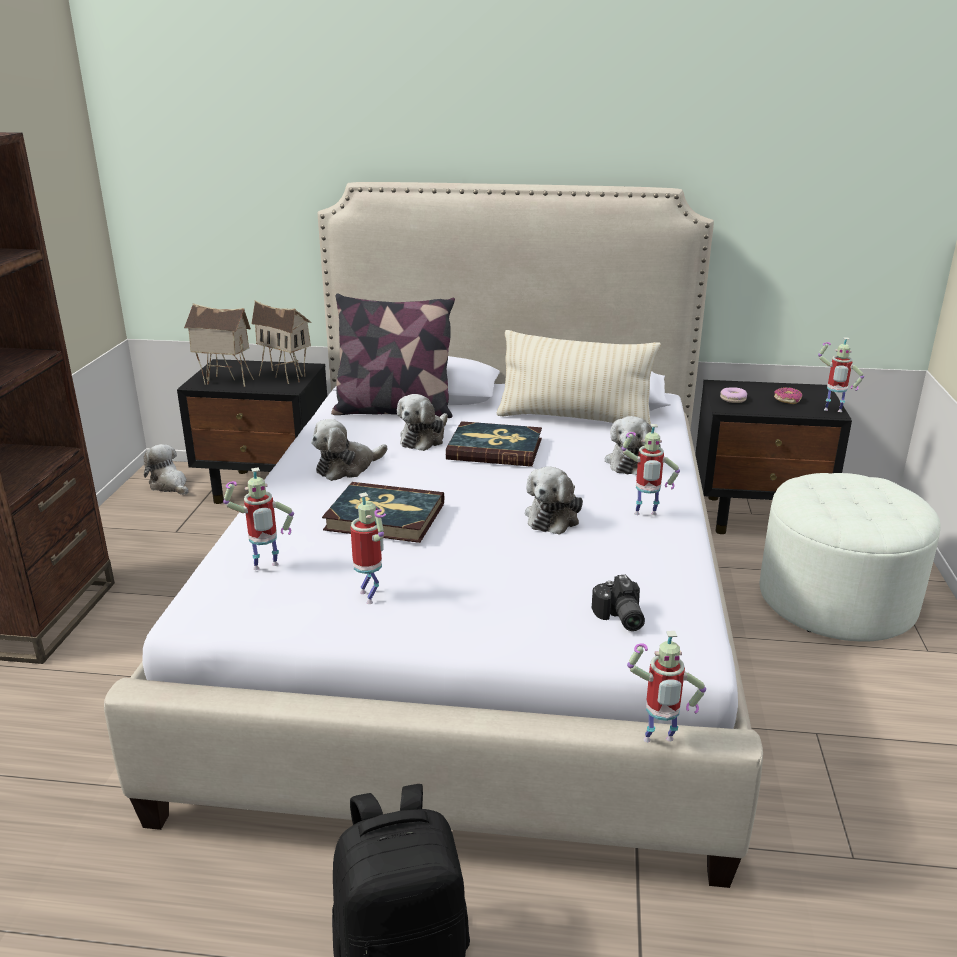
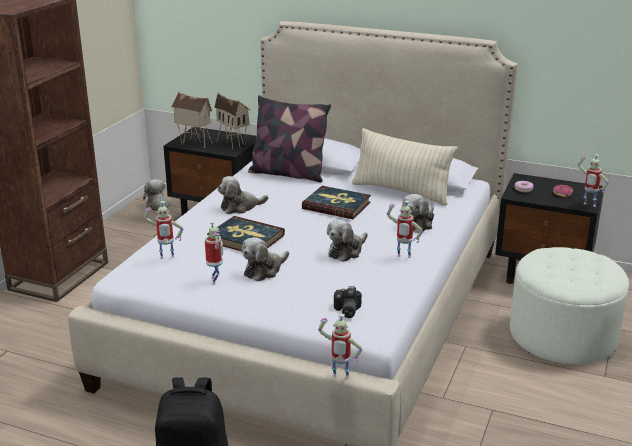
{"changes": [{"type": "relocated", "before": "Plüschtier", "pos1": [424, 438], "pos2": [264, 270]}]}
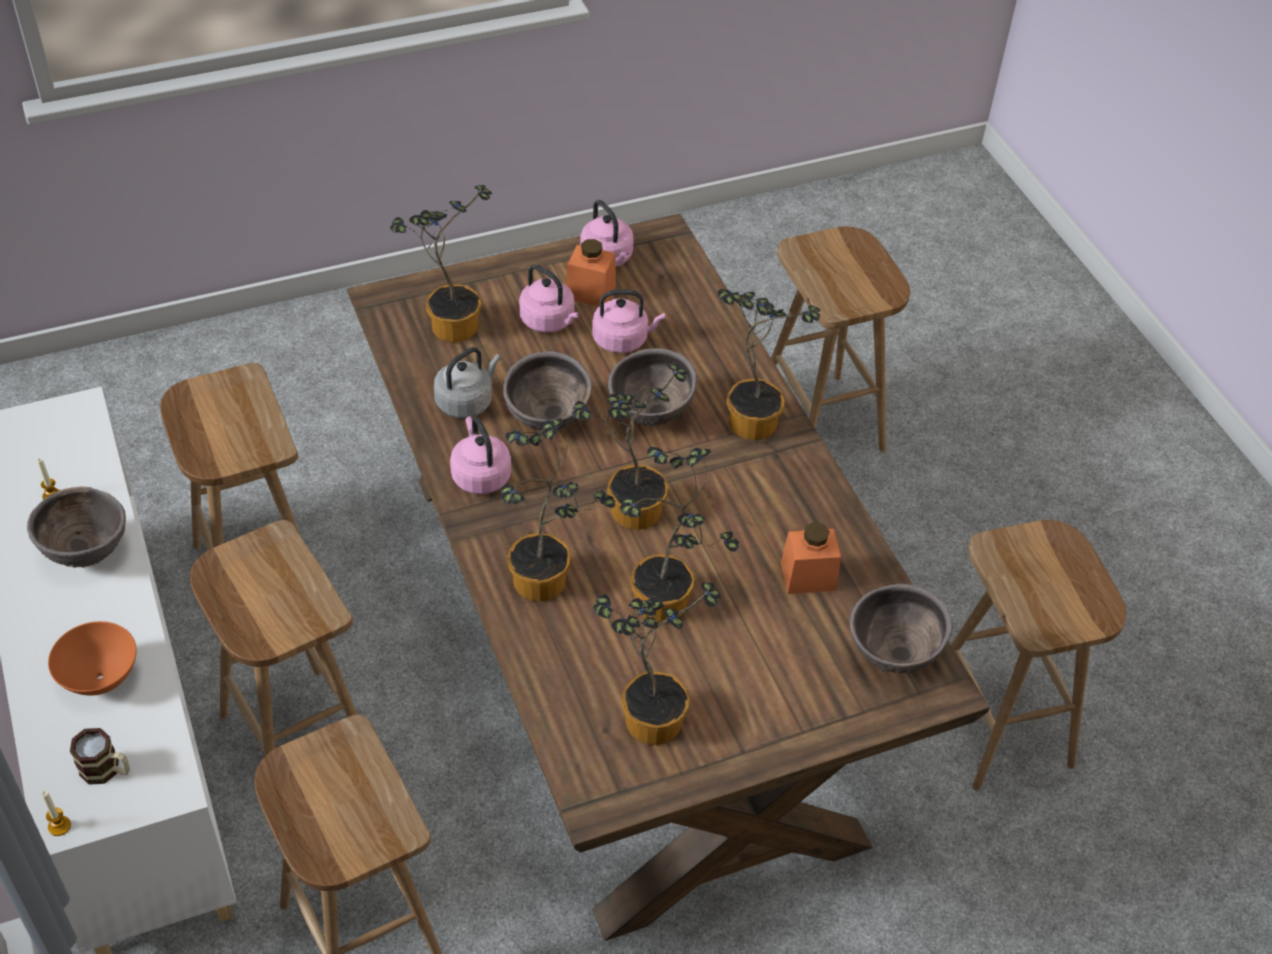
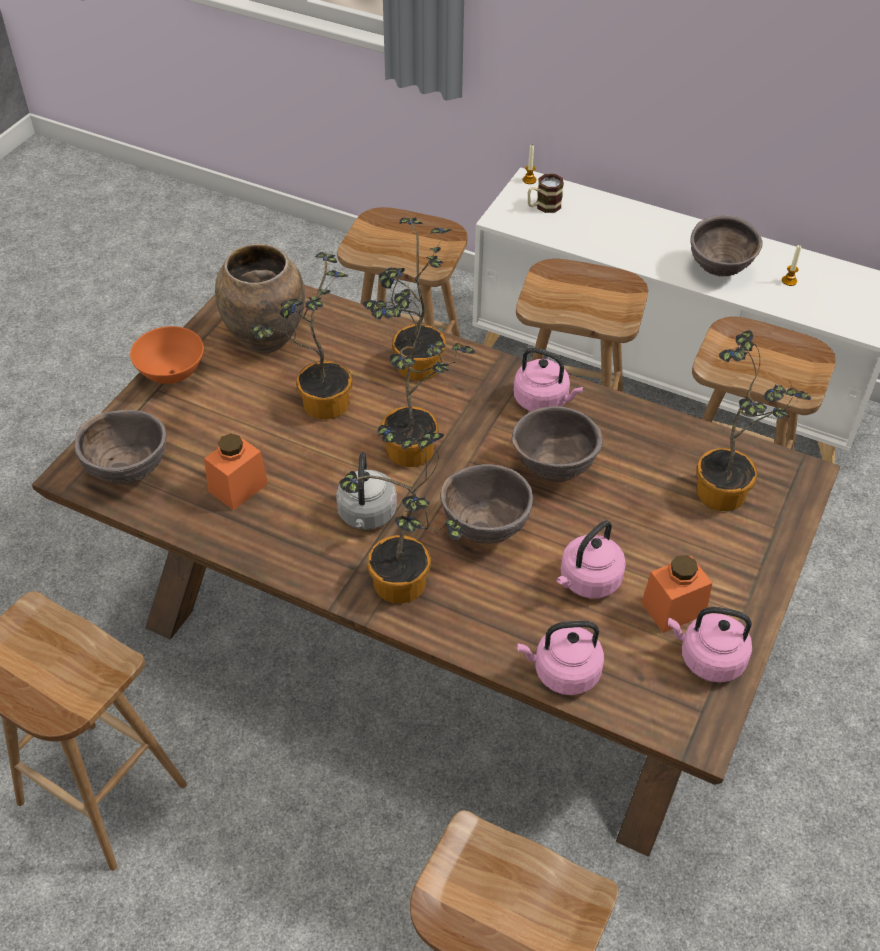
{"changes": [{"type": "relocated", "before": "Schüssel [orange]", "pos1": [101, 679], "pos2": [171, 375]}, {"type": "relocated", "before": "Wasserkessel [grau]", "pos1": [466, 401], "pos2": [367, 515]}, {"type": "relocated", "before": "Wasserkessel [rosa]", "pos1": [549, 321], "pos2": [563, 672]}, {"type": "exchanged", "before": "Topfpflanze", "after": "Vase [braun]", "pos1": [647, 715], "pos2": [266, 339]}]}
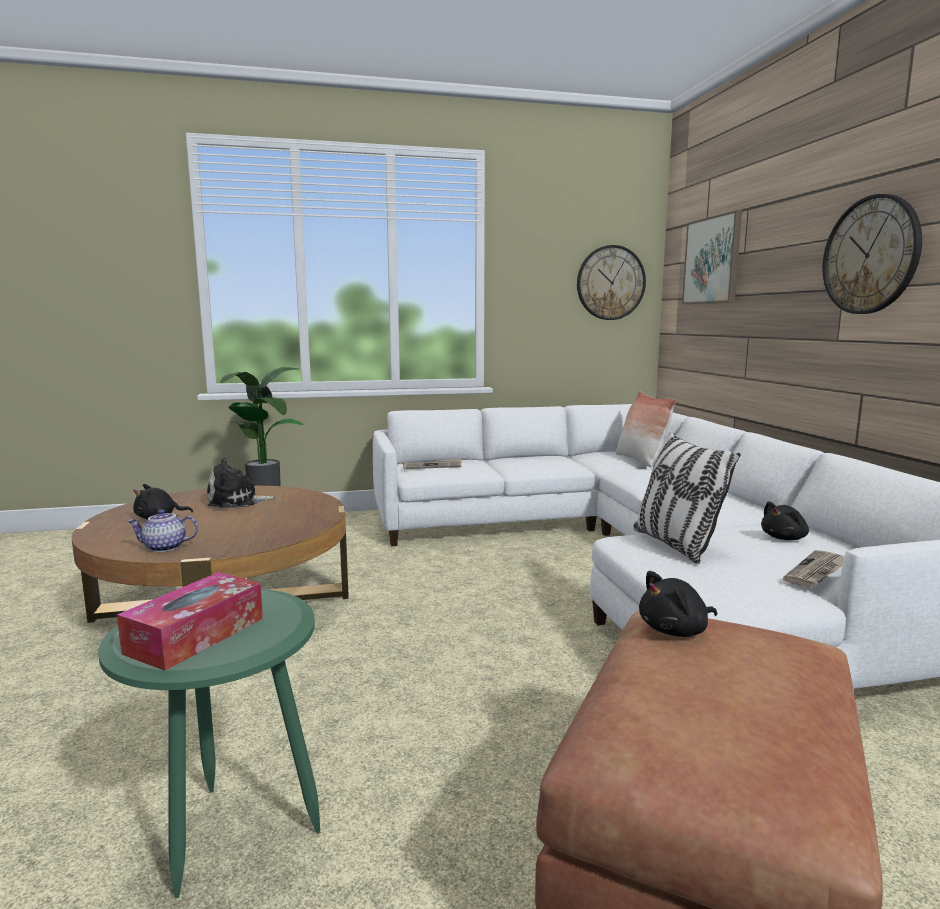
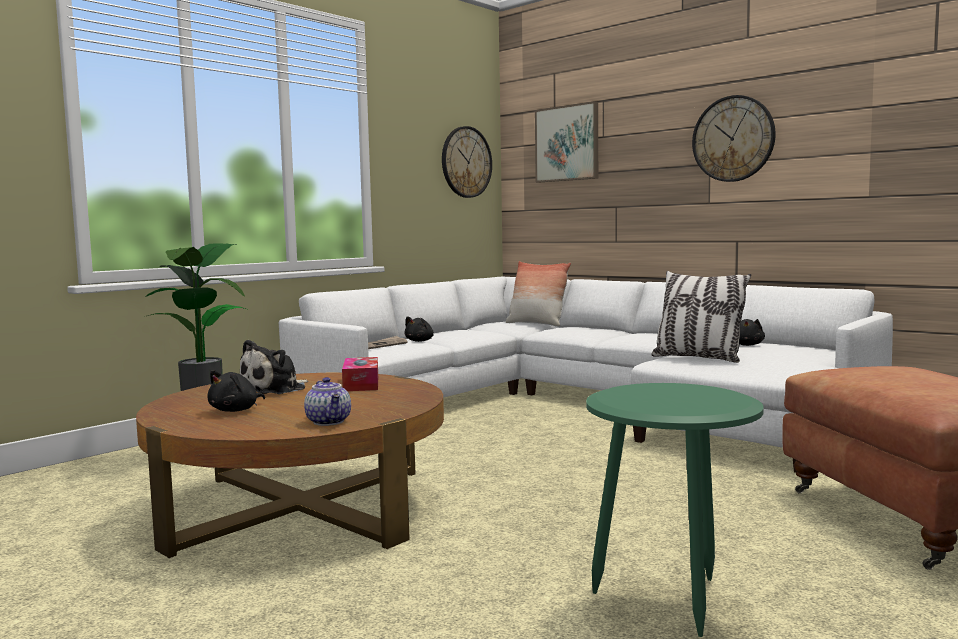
{"changes": [{"type": "missing", "before": "Zeitung", "pos1": [817, 572]}, {"type": "relocated", "before": "Taschentuchbox", "pos1": [196, 635], "pos2": [361, 384]}, {"type": "relocated", "before": "Plüschtier [schwarz]", "pos1": [676, 631], "pos2": [420, 341]}, {"type": "spun", "before": "Teekanne", "pos1": [164, 548], "pos2": [329, 422], "turn": -75}]}
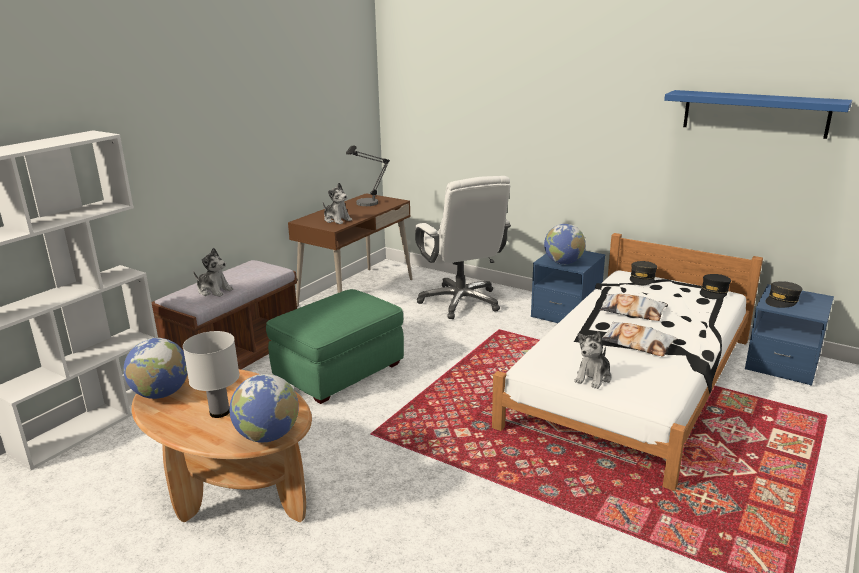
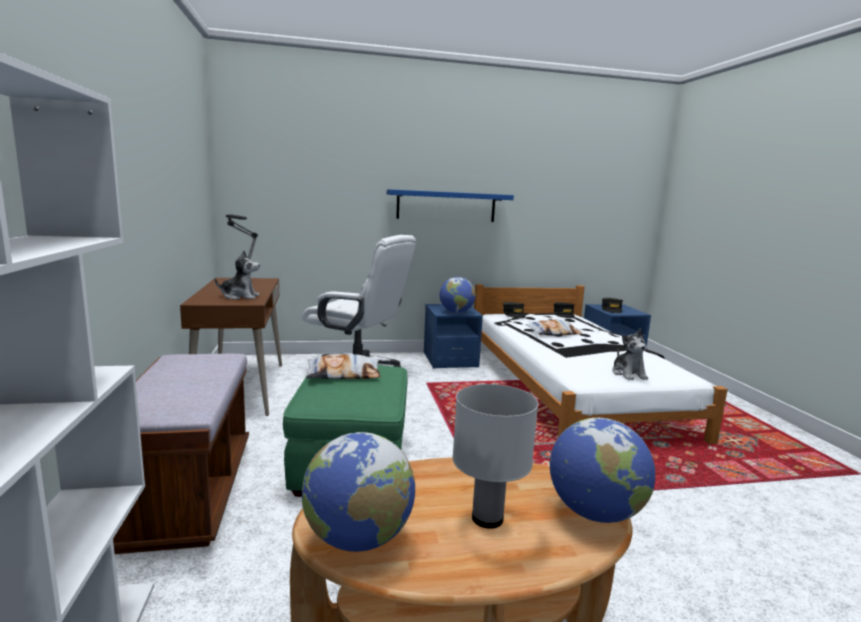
{"changes": [{"type": "missing", "before": "Plüschtier", "pos1": [214, 290]}, {"type": "relocated", "before": "Kissen", "pos1": [637, 344], "pos2": [343, 374]}, {"type": "relocated", "before": "Wandregal [blau]", "pos1": [754, 113], "pos2": [446, 206]}]}
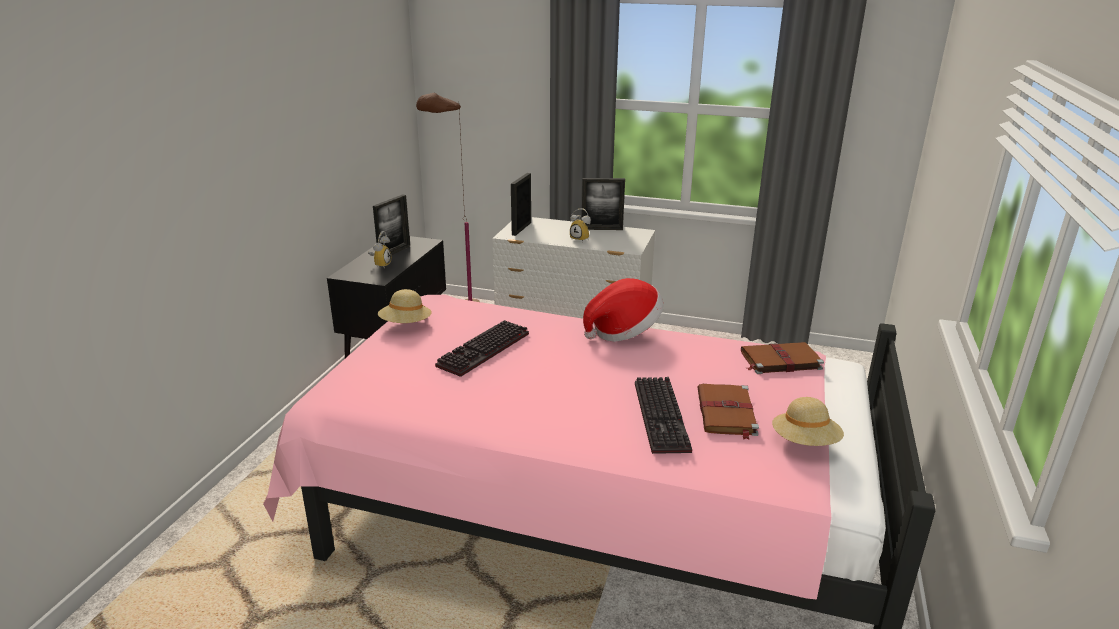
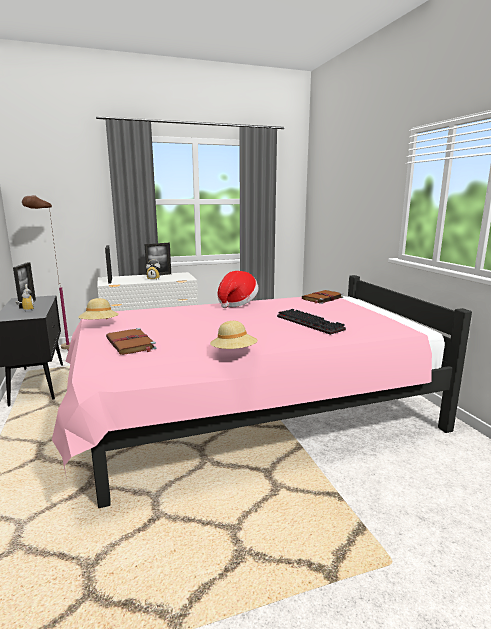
{"changes": [{"type": "missing", "before": "Tastatur", "pos1": [484, 351]}, {"type": "relocated", "before": "Buch [braun]", "pos1": [726, 413], "pos2": [131, 344]}, {"type": "relocated", "before": "Hut [beige]", "pos1": [805, 442], "pos2": [234, 352]}]}
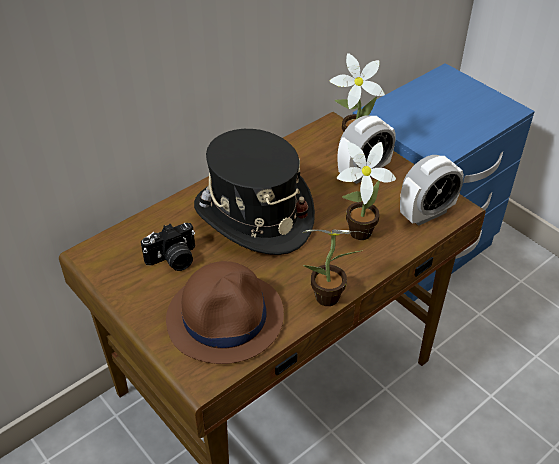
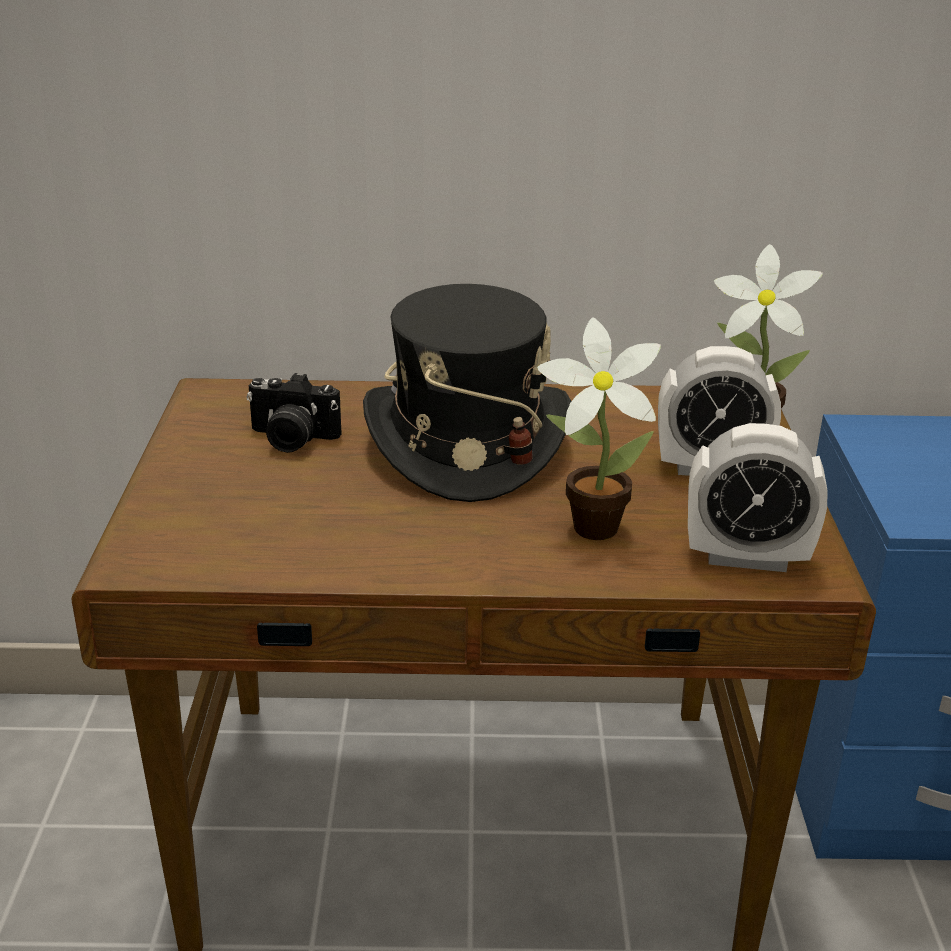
{"changes": [{"type": "missing", "before": "Hut [braun]", "pos1": [225, 317]}, {"type": "missing", "before": "Topfpflanze", "pos1": [332, 298]}]}
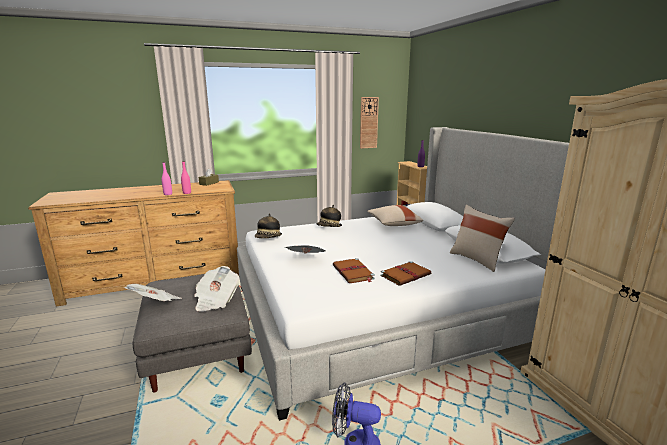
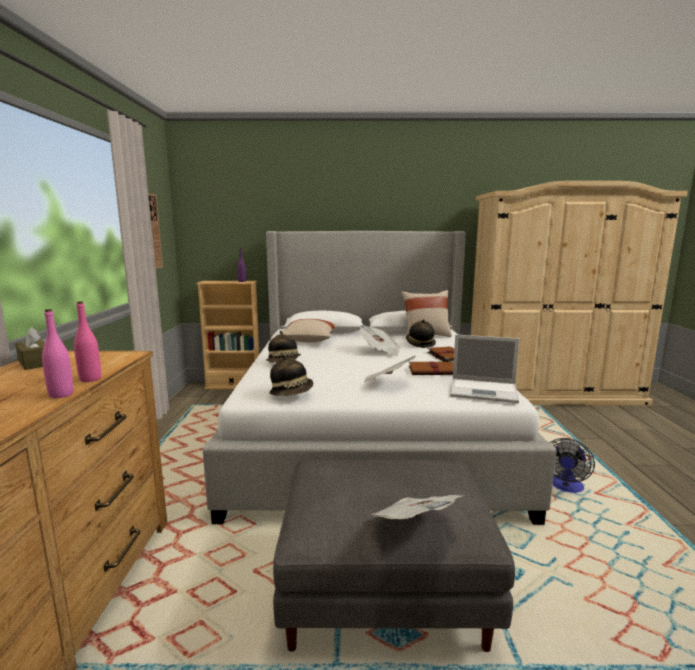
{"changes": [{"type": "appeared", "after": "Hut", "pos2": [420, 344]}, {"type": "appeared", "after": "Laptop", "pos2": [485, 391]}, {"type": "relocated", "before": "Zeitung", "pos1": [216, 300], "pos2": [380, 352]}]}
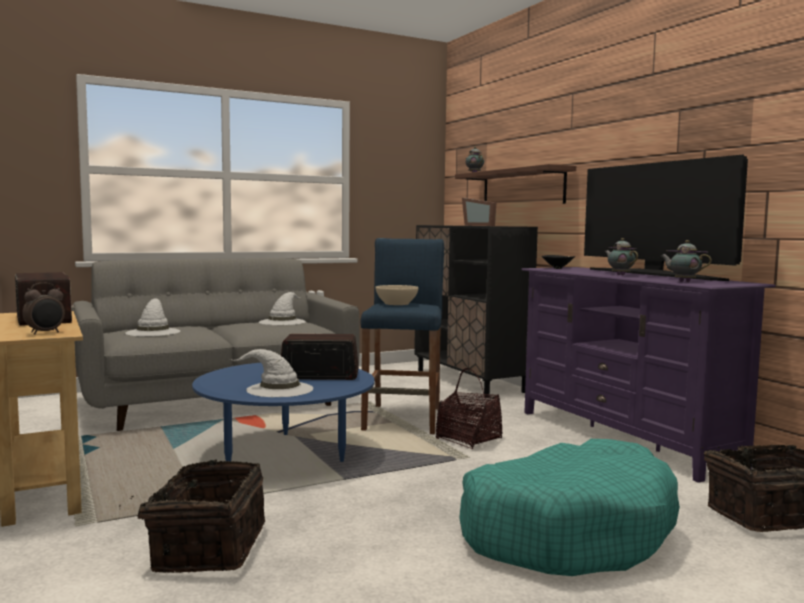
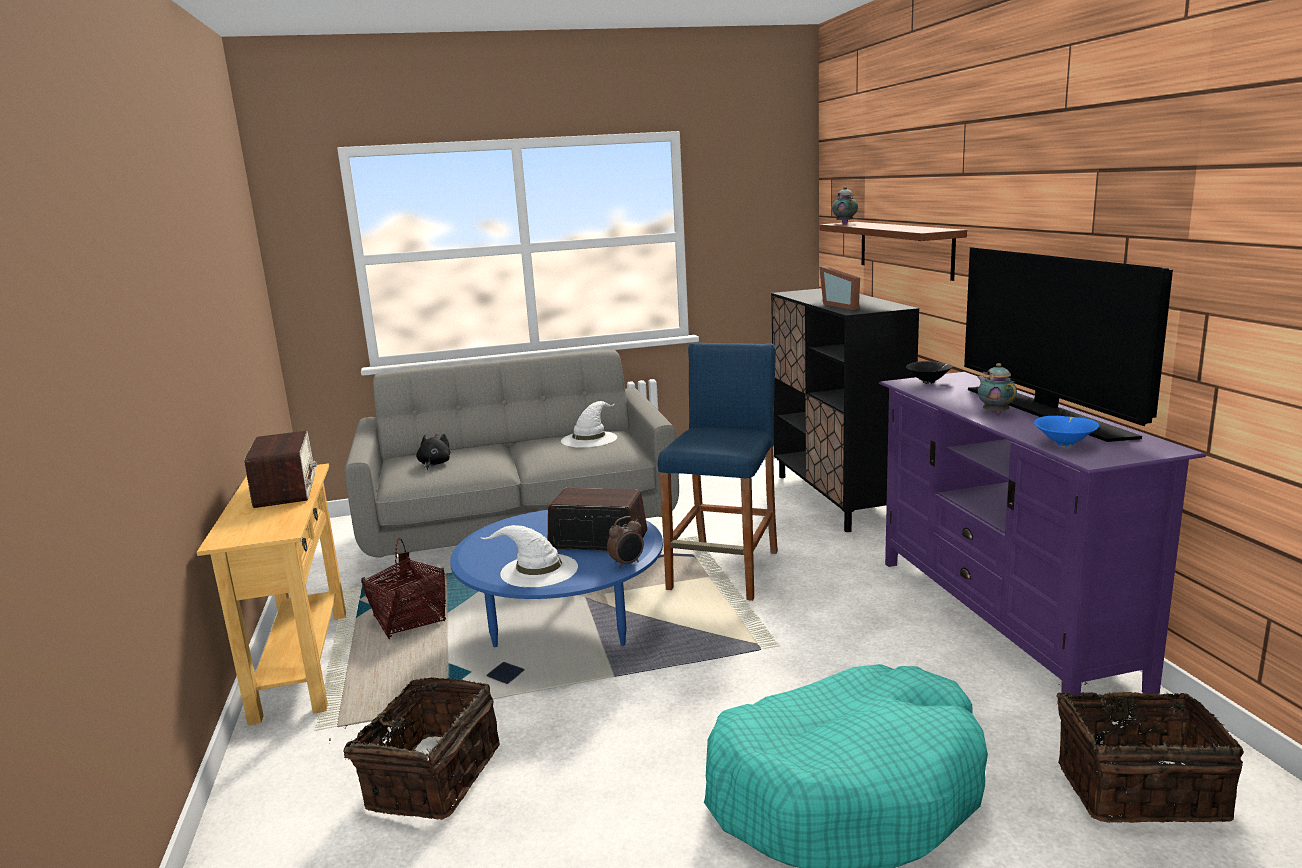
{"changes": [{"type": "missing", "before": "Schüssel [beige]", "pos1": [396, 303]}, {"type": "relocated", "before": "Wecker", "pos1": [45, 333], "pos2": [627, 564]}, {"type": "relocated", "before": "Korb", "pos1": [468, 439], "pos2": [409, 619]}, {"type": "exchanged", "before": "Hut [weiß]", "after": "Plüschtier [schwarz]", "pos1": [153, 332], "pos2": [434, 464]}, {"type": "exchanged", "before": "Teekanne", "after": "Schüssel [blau]", "pos1": [683, 281], "pos2": [1065, 444]}]}
